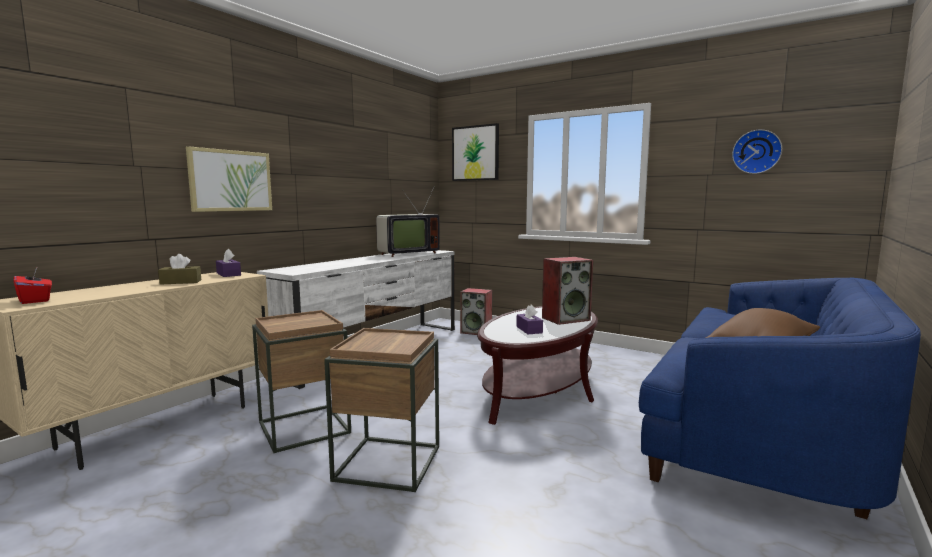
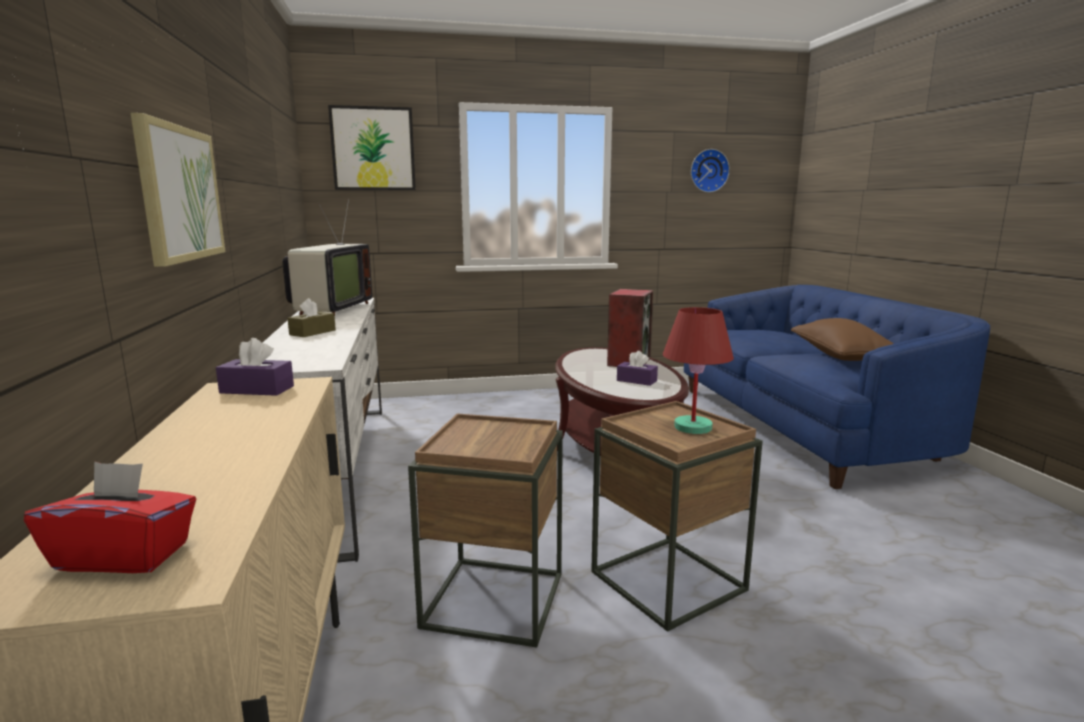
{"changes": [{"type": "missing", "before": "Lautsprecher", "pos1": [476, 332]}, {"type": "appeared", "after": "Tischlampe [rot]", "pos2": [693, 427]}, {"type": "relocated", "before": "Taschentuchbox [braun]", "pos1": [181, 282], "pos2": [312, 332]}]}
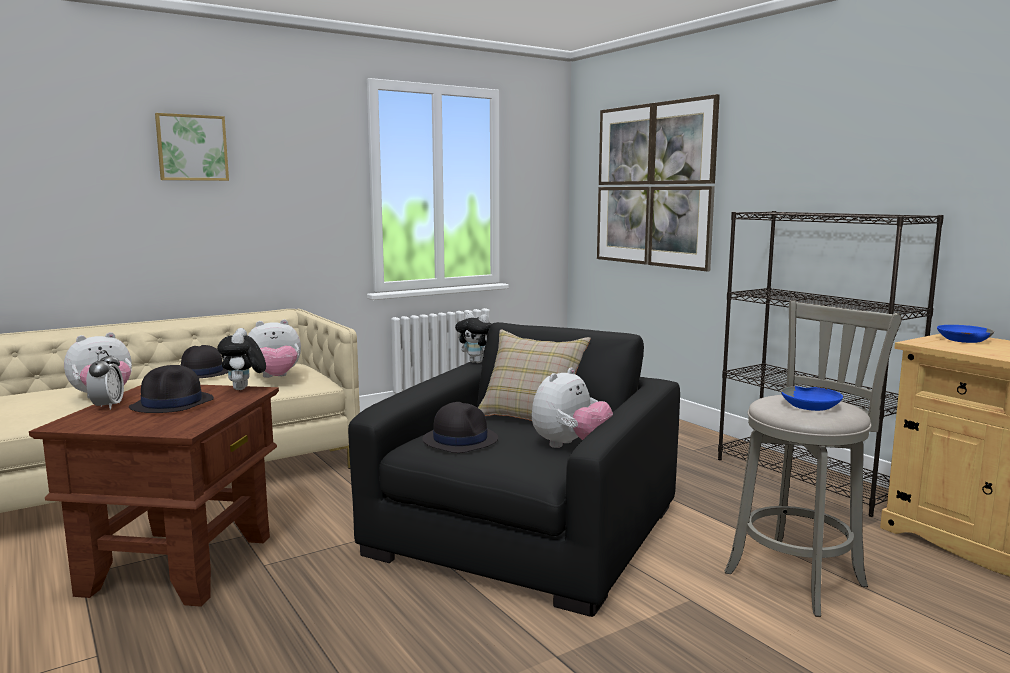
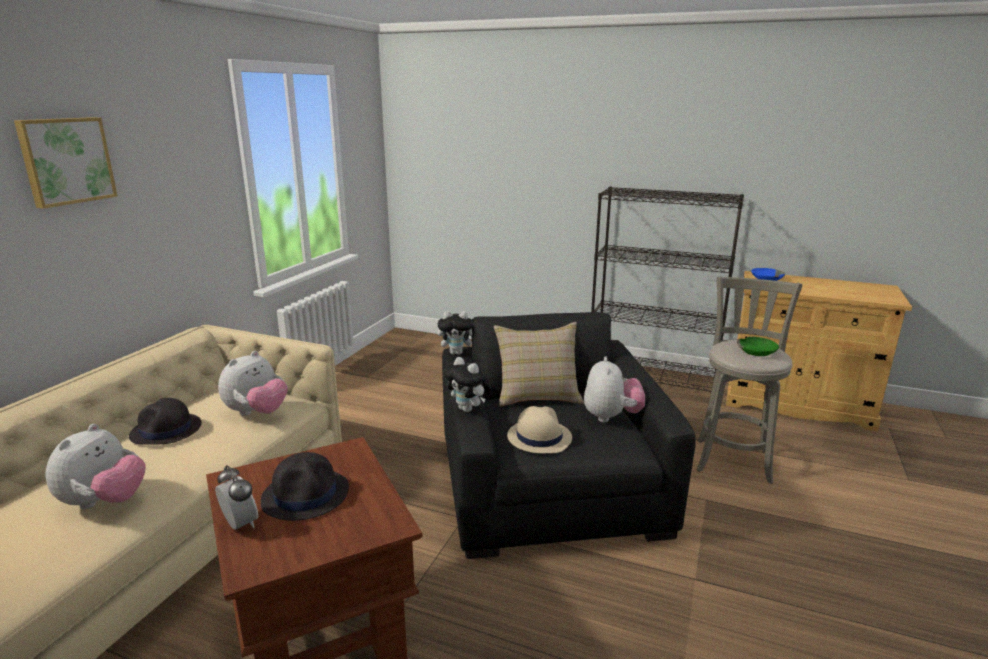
{"changes": [{"type": "missing", "before": "Bild", "pos1": [653, 185]}, {"type": "relocated", "before": "Plüschtier", "pos1": [243, 389], "pos2": [468, 409]}, {"type": "colour", "before": "Hut [schwarz]", "after": "Hut [beige]", "pos1": [460, 440], "pos2": [539, 437]}, {"type": "colour", "before": "Schüssel [blau]", "after": "Schüssel [grün]", "pos1": [812, 406], "pos2": [757, 352]}]}
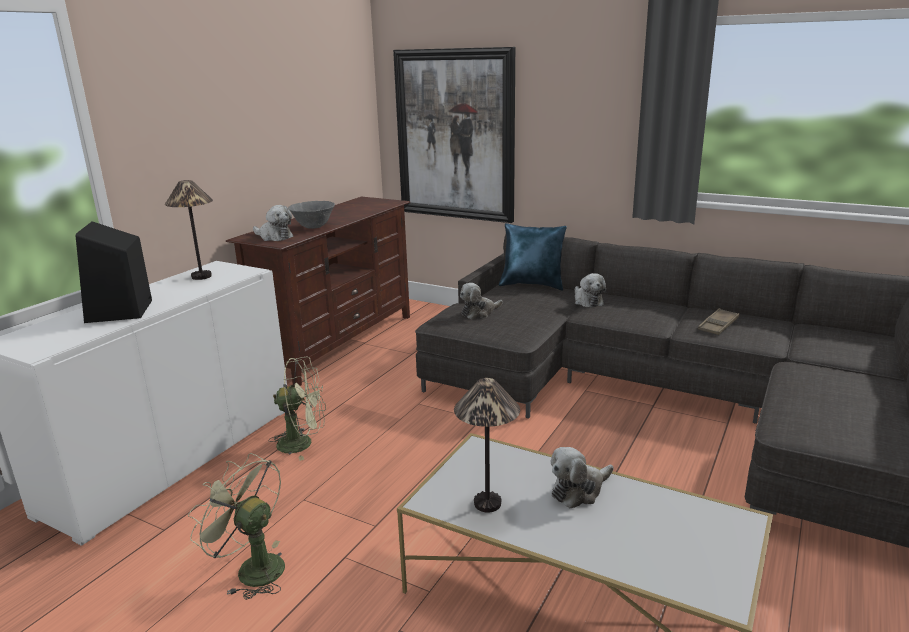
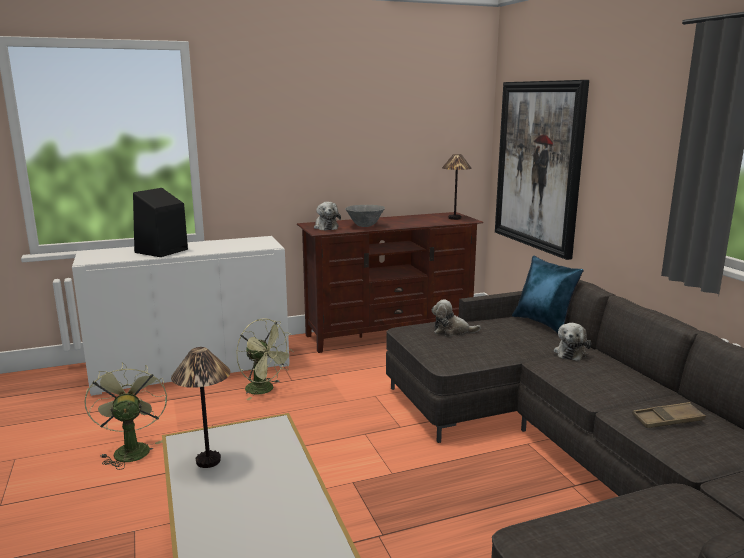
{"changes": [{"type": "missing", "before": "Plüschtier", "pos1": [579, 490]}, {"type": "relocated", "before": "Tischlampe", "pos1": [201, 277], "pos2": [454, 218]}]}
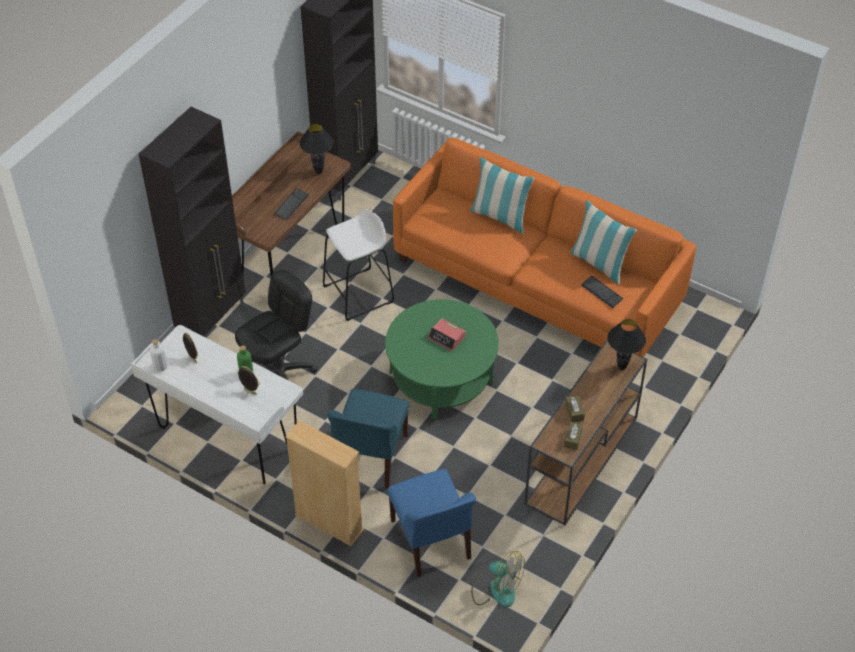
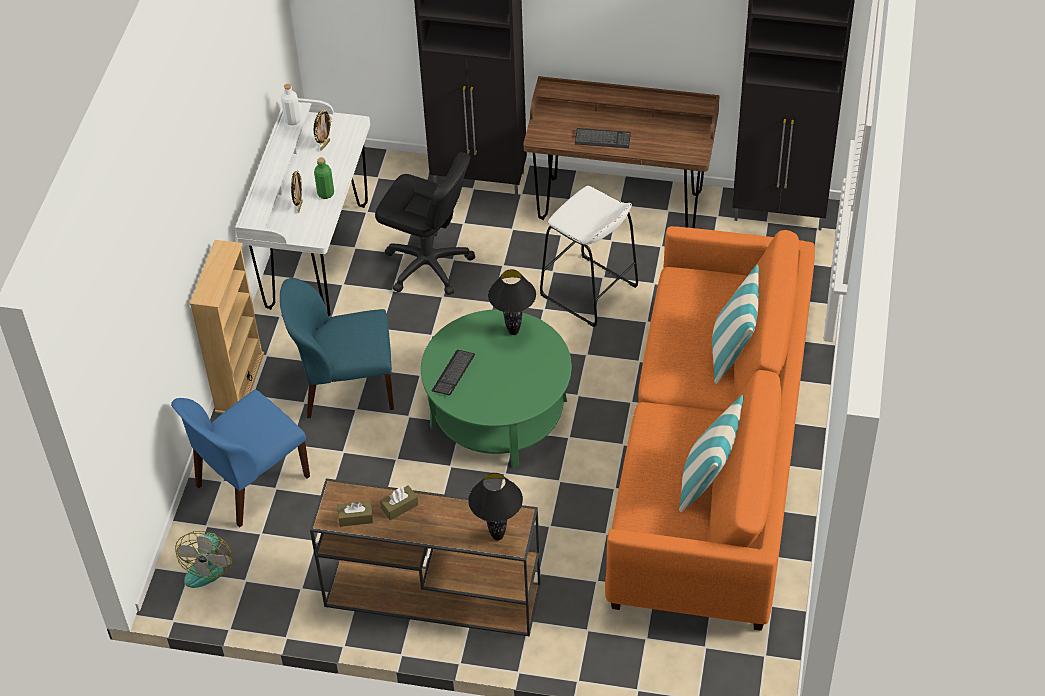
{"changes": [{"type": "missing", "before": "Wecker", "pos1": [447, 338]}, {"type": "relocated", "before": "Tischlampe [schwarz]", "pos1": [318, 171], "pos2": [514, 331]}, {"type": "relocated", "before": "Tastatur", "pos1": [601, 292], "pos2": [453, 373]}]}
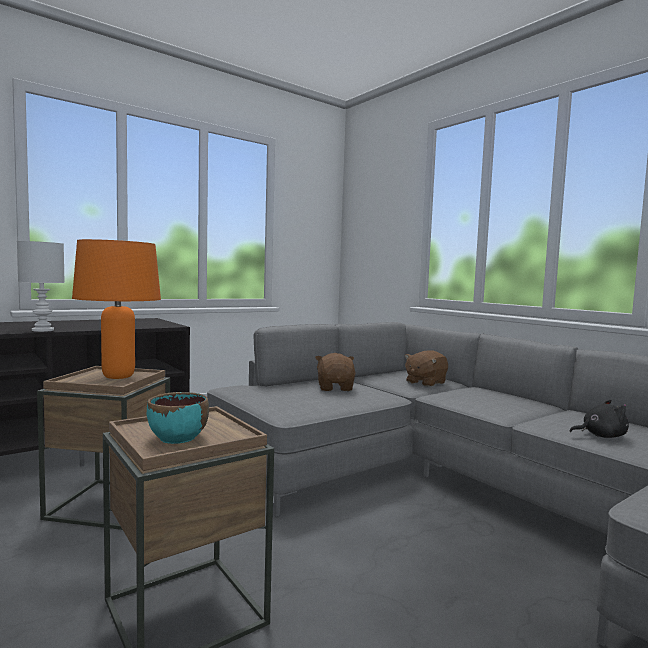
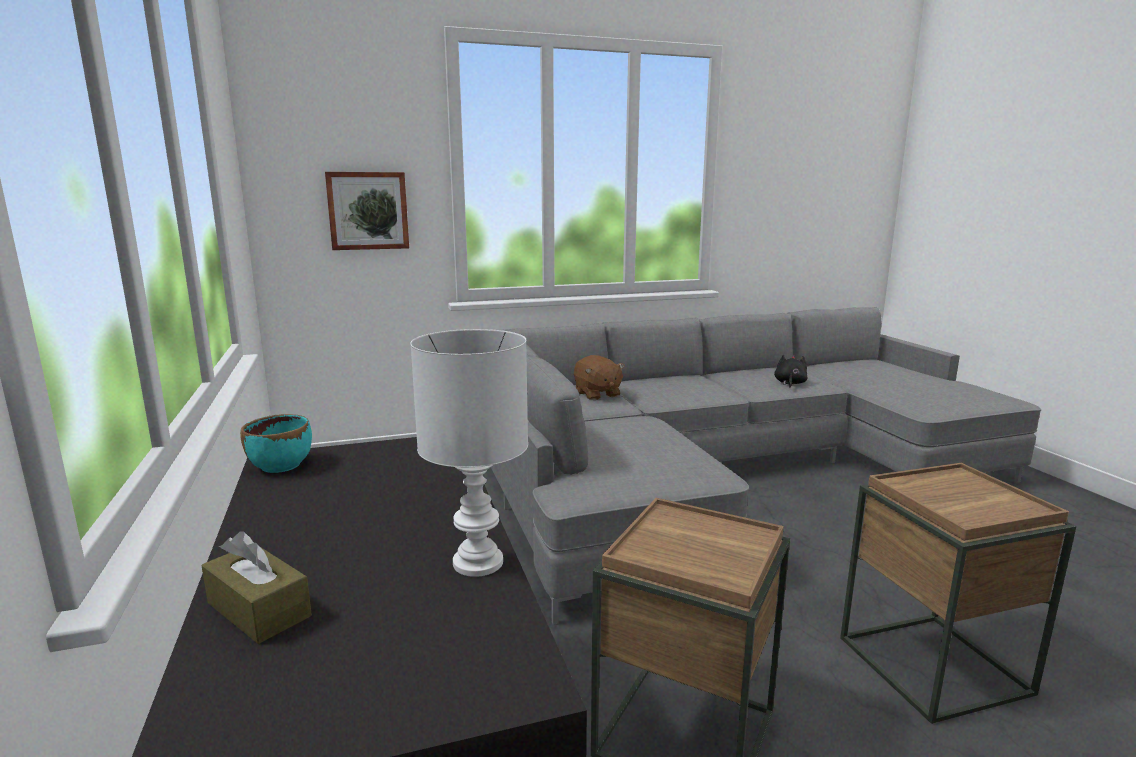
{"changes": [{"type": "missing", "before": "Tischlampe [orange]", "pos1": [119, 376]}, {"type": "missing", "before": "Plüschtier [braun]", "pos1": [335, 388]}, {"type": "appeared", "after": "Taschentuchbox [braun]", "pos2": [259, 610]}, {"type": "appeared", "after": "Bild", "pos2": [368, 211]}, {"type": "relocated", "before": "Schüssel [türkis]", "pos1": [178, 438], "pos2": [281, 465]}]}
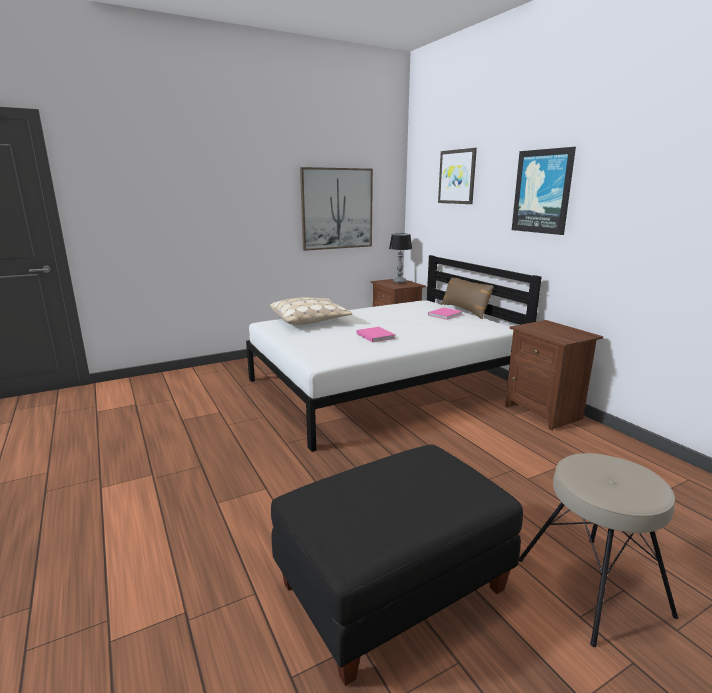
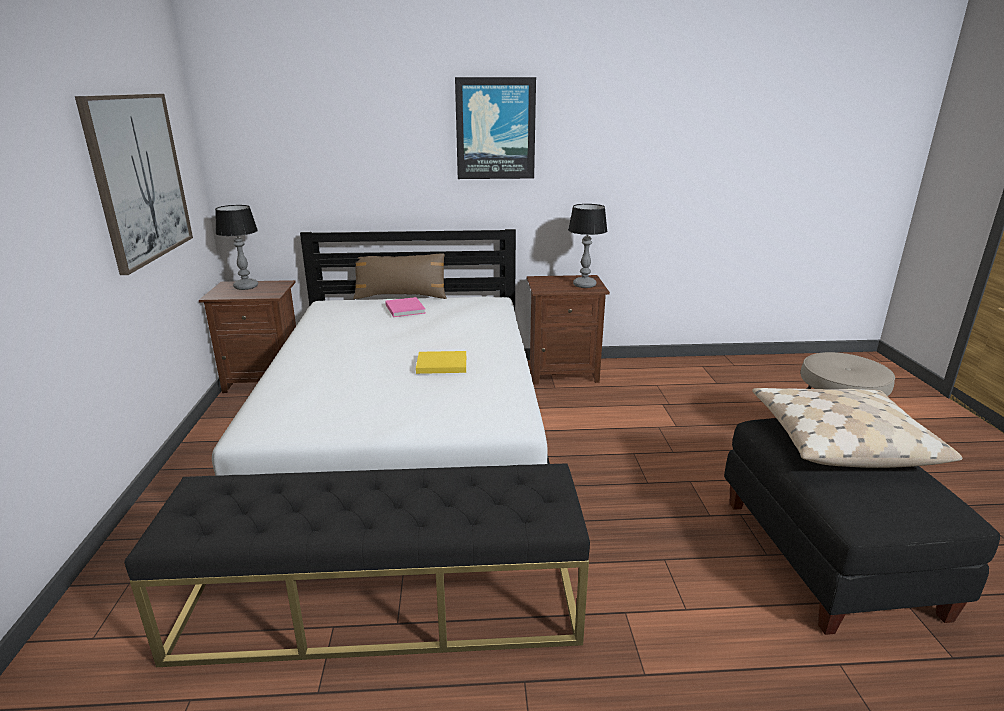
{"changes": [{"type": "missing", "before": "Bild", "pos1": [457, 177]}, {"type": "appeared", "after": "Bank [schwarz]", "pos2": [382, 605]}, {"type": "appeared", "after": "Tischlampe", "pos2": [585, 285]}, {"type": "relocated", "before": "Kissen [beige]", "pos1": [310, 320], "pos2": [840, 441]}, {"type": "colour", "before": "Buch [rosa]", "after": "Buch [gelb]", "pos1": [375, 335], "pos2": [440, 364]}]}
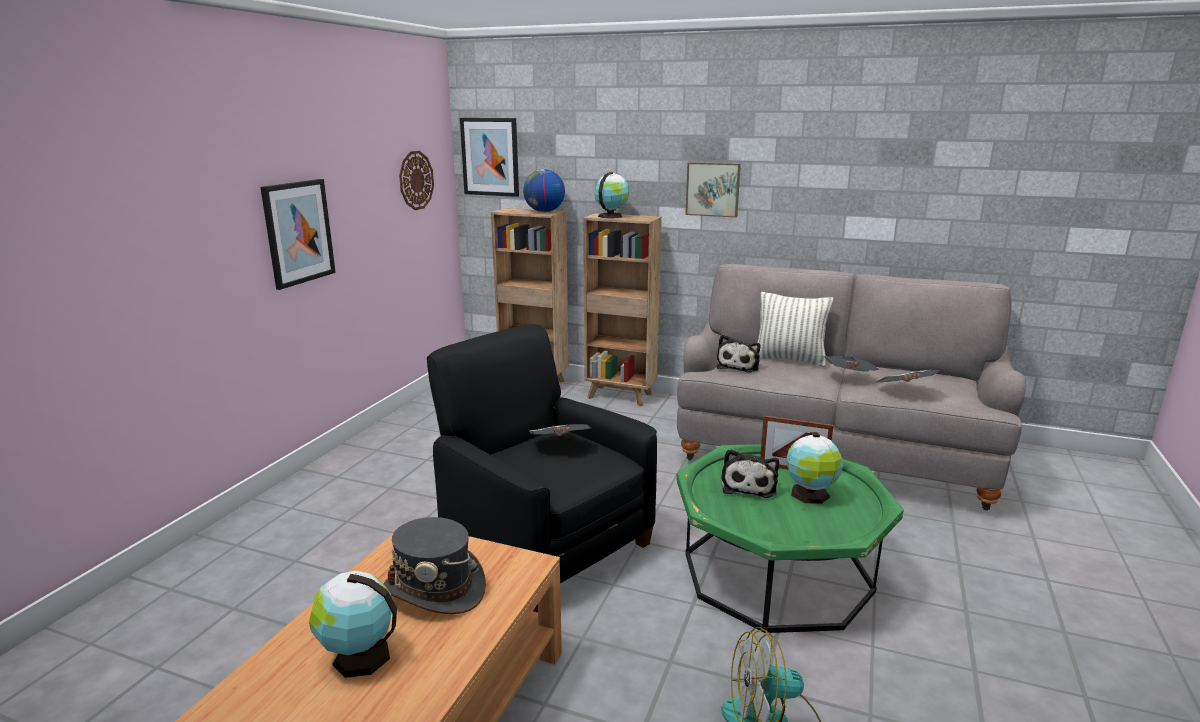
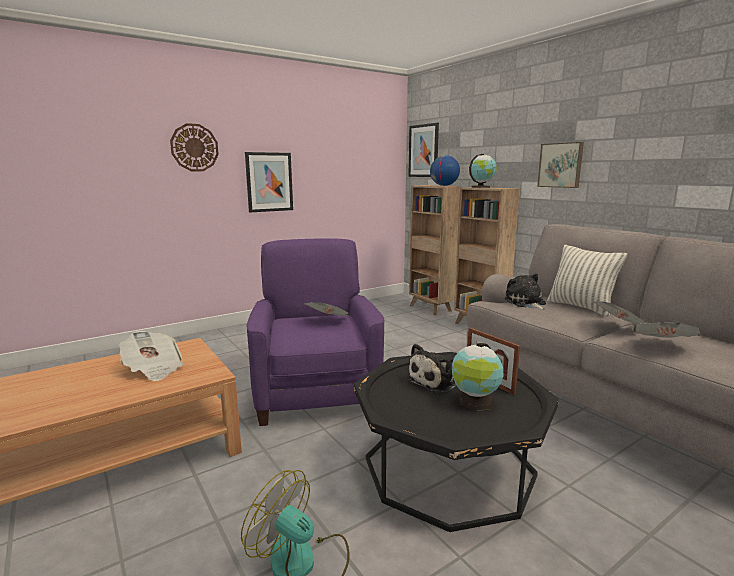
{"changes": [{"type": "missing", "before": "Globus", "pos1": [358, 657]}, {"type": "relocated", "before": "Wanduhr", "pos1": [416, 180], "pos2": [194, 147]}, {"type": "exchanged", "before": "Hut [grau]", "after": "Zeitung", "pos1": [435, 589], "pos2": [153, 369]}, {"type": "colour", "before": "Sessel [schwarz]", "after": "Sessel [lila]", "pos1": [544, 544], "pos2": [316, 392]}, {"type": "colour", "before": "Couchtisch [grün]", "after": "Couchtisch [schwarz]", "pos1": [776, 572], "pos2": [448, 467]}, {"type": "spun", "before": "Plüschtier", "pos1": [739, 366], "pos2": [526, 303], "turn": 105}]}
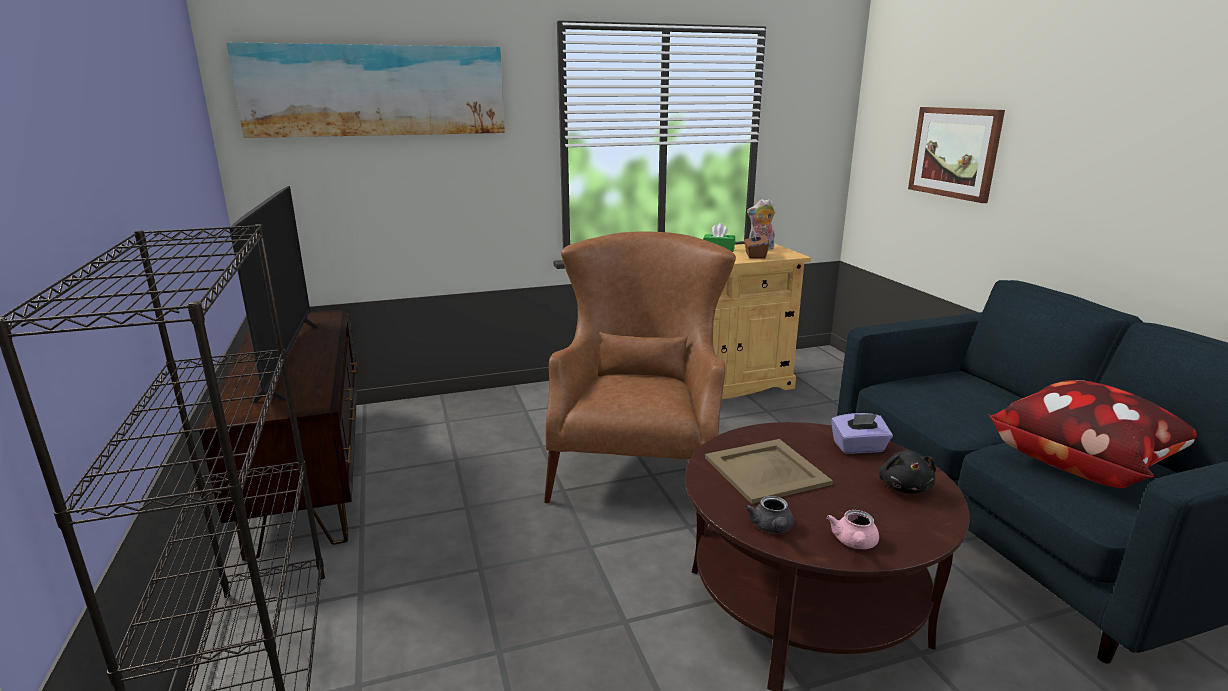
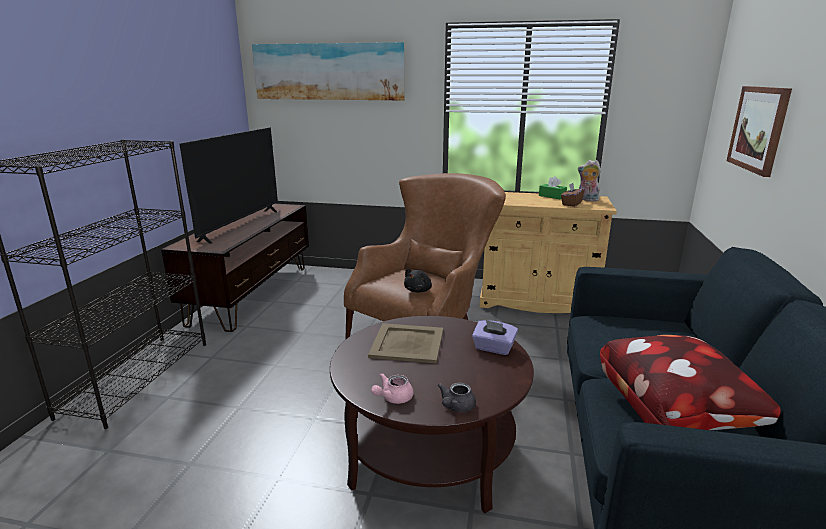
{"changes": [{"type": "relocated", "before": "Teekanne [grau]", "pos1": [772, 528], "pos2": [456, 407]}, {"type": "relocated", "before": "Plüschtier [schwarz]", "pos1": [904, 487], "pos2": [418, 290]}]}
